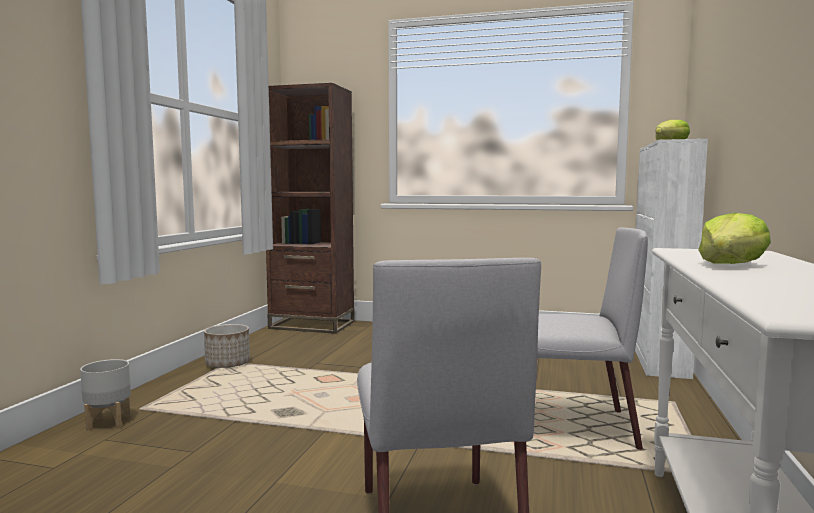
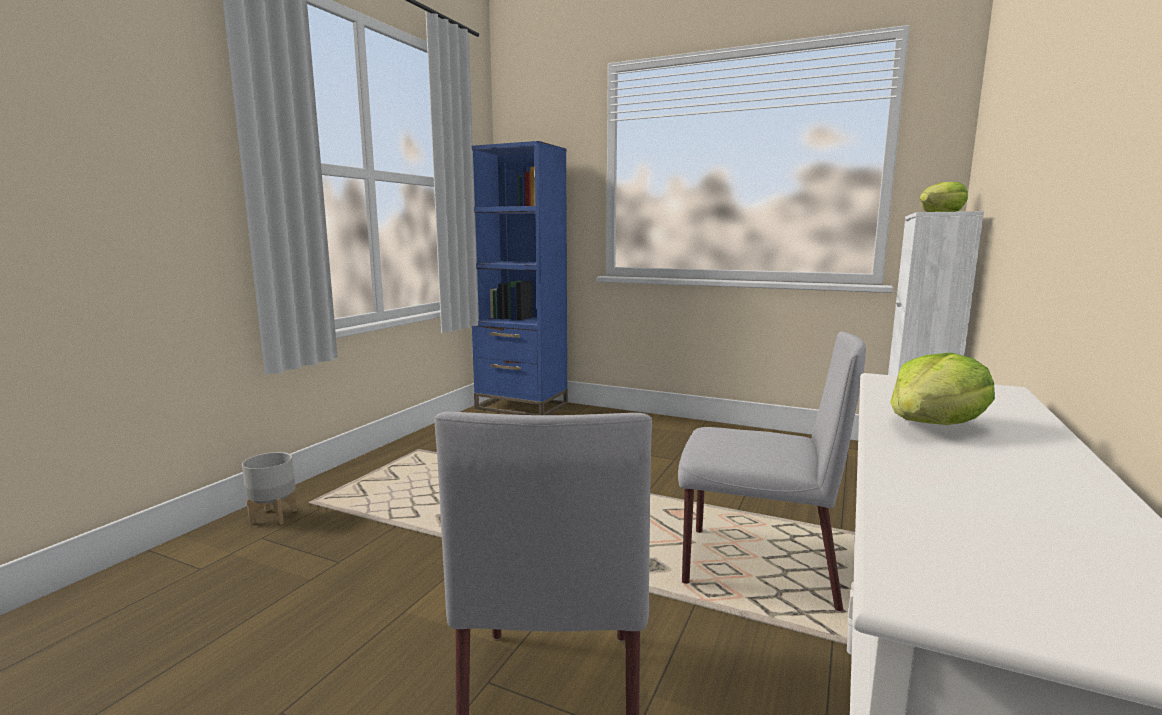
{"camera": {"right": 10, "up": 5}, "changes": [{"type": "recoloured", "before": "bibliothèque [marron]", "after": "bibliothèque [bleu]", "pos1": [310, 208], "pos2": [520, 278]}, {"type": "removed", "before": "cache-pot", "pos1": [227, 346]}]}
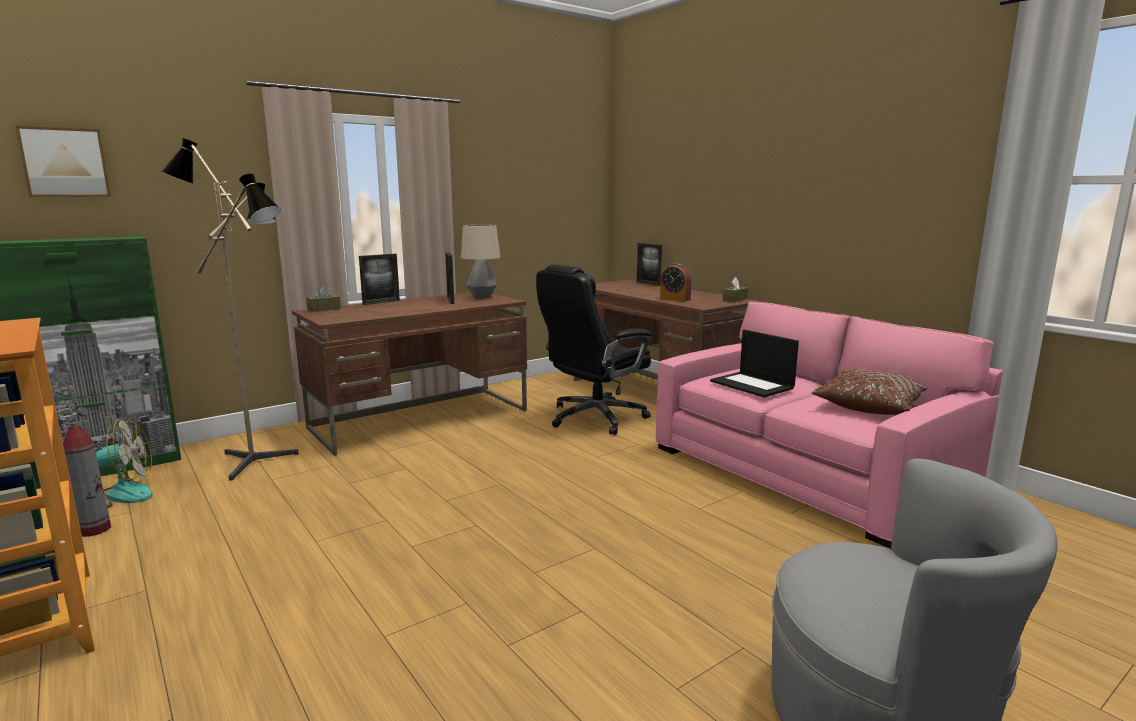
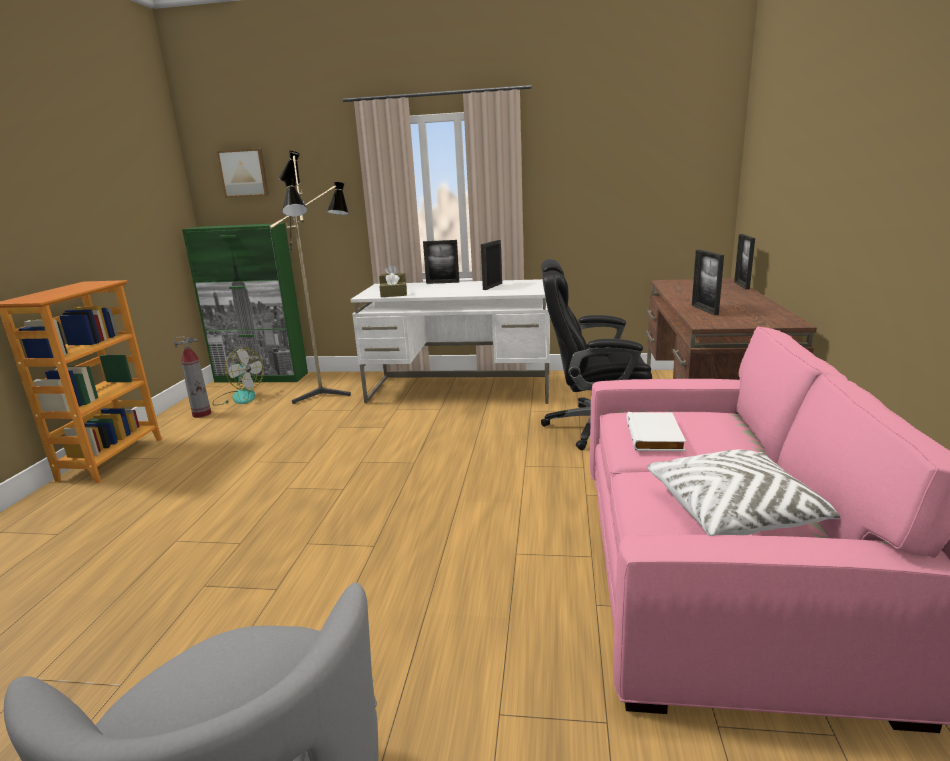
{"camera": {"right": 45, "up": 5}, "changes": [{"type": "recoloured", "before": "bureau [marron]", "after": "bureau [blanc]", "pos1": [409, 374], "pos2": [450, 341]}, {"type": "moved", "before": "boîte à mouchoirs [marron]", "pos1": [735, 289], "pos2": [393, 285]}, {"type": "replaced", "before": "ordinateur portable", "after": "livre [blanc]", "pos1": [754, 363], "pos2": [656, 431]}, {"type": "recoloured", "before": "coussin [marron]", "after": "coussin [blanc]", "pos1": [869, 392], "pos2": [743, 493]}, {"type": "replaced", "before": "réveil", "after": "cadre photo", "pos1": [676, 282], "pos2": [708, 282]}, {"type": "removed", "before": "lampe de table", "pos1": [480, 261]}]}
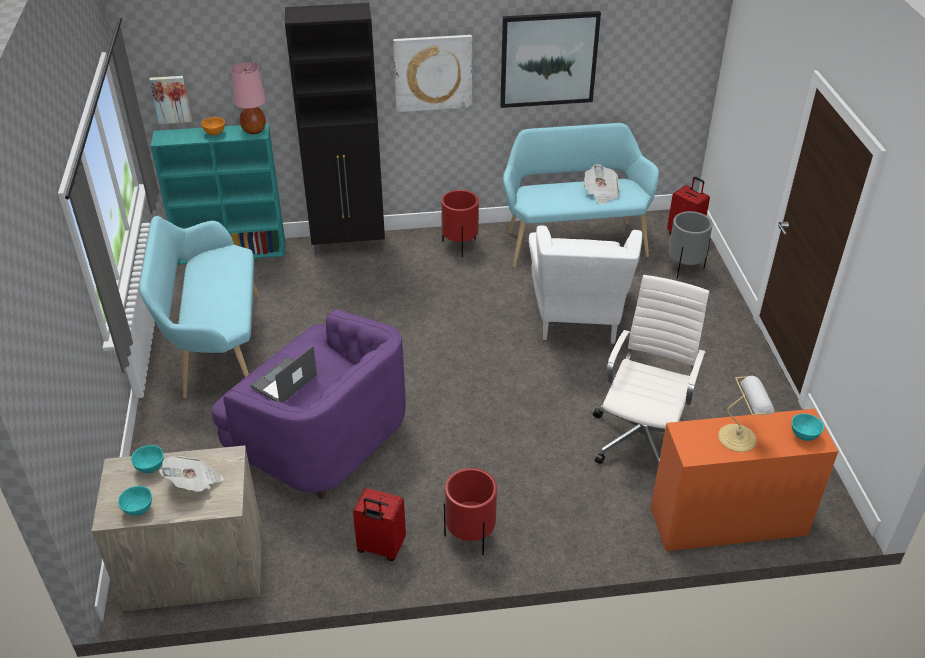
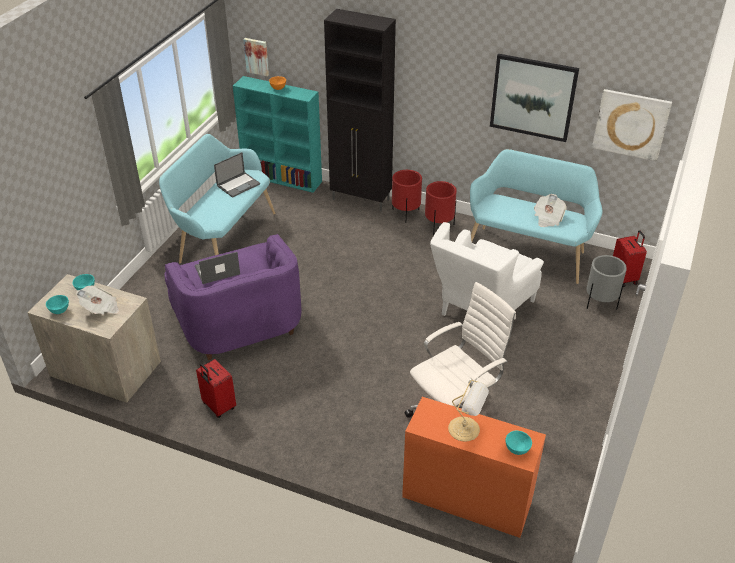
{"camera": {"right": 30, "up": 0}, "changes": [{"type": "added", "after": "ordinateur portable", "pos2": [237, 175]}, {"type": "moved", "before": "cache-pot [rouge]", "pos1": [470, 511], "pos2": [407, 194]}, {"type": "moved", "before": "tableau", "pos1": [432, 73], "pos2": [632, 125]}, {"type": "removed", "before": "lampe de table [rose]", "pos1": [249, 98]}]}
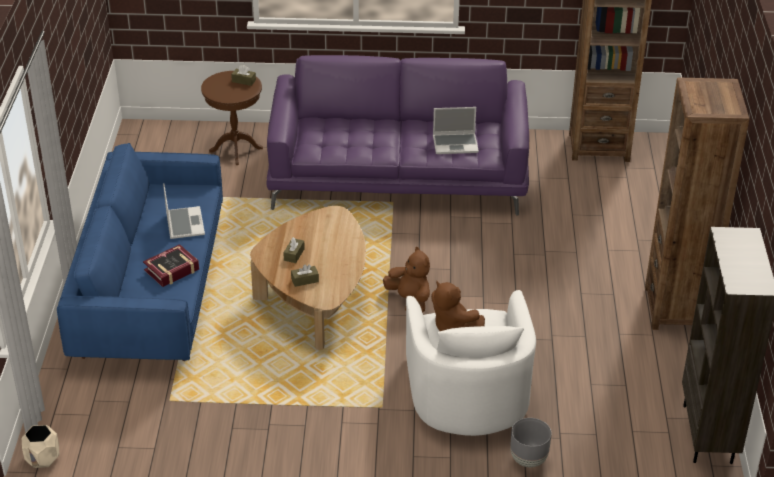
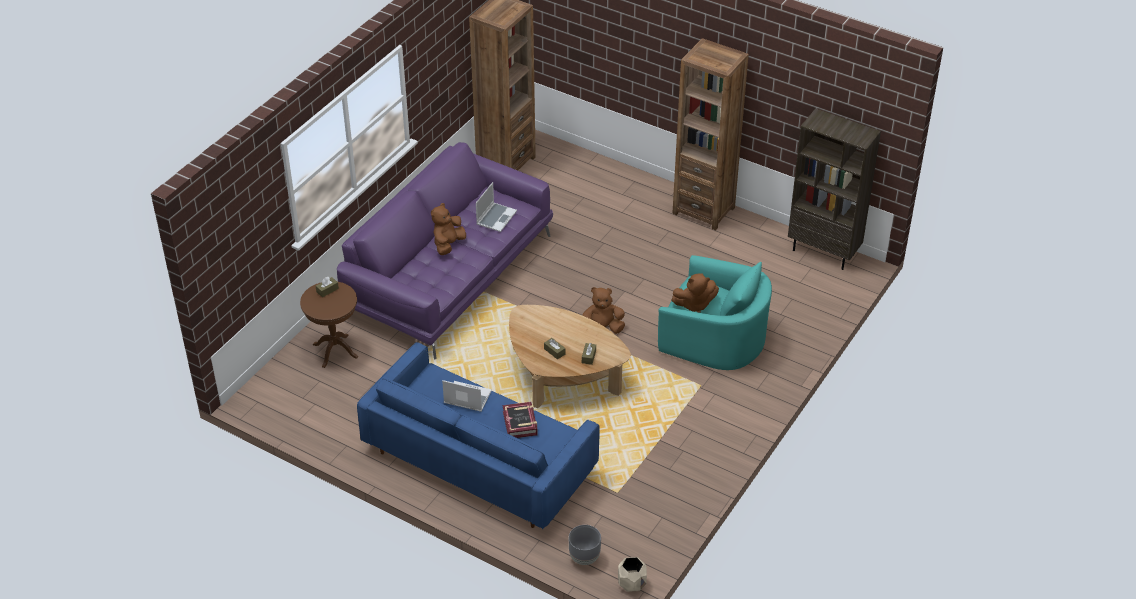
{"camera": {"right": -60, "up": 5}, "changes": [{"type": "added", "after": "peluche [marron]", "pos2": [448, 229]}, {"type": "moved", "before": "cache-pot [gris]", "pos1": [530, 442], "pos2": [585, 545]}, {"type": "recoloured", "before": "fauteuil [blanc]", "after": "fauteuil [turquoise]", "pos1": [471, 363], "pos2": [715, 312]}]}
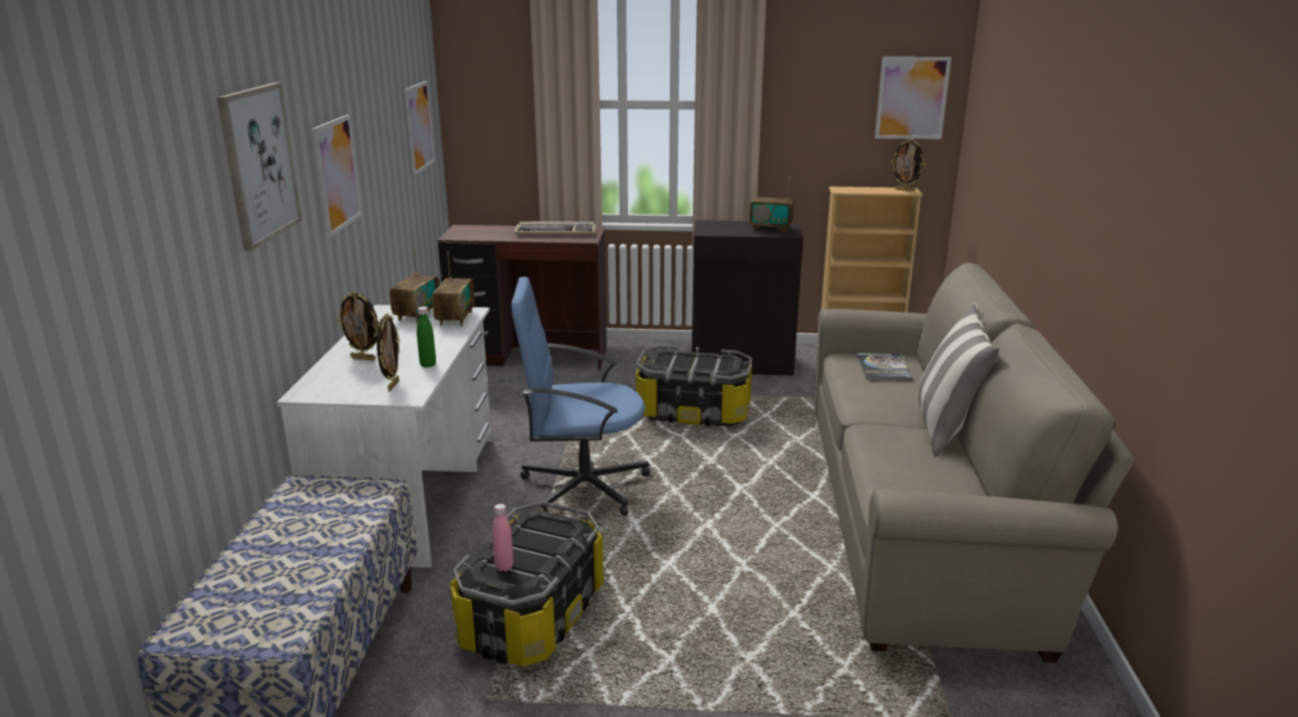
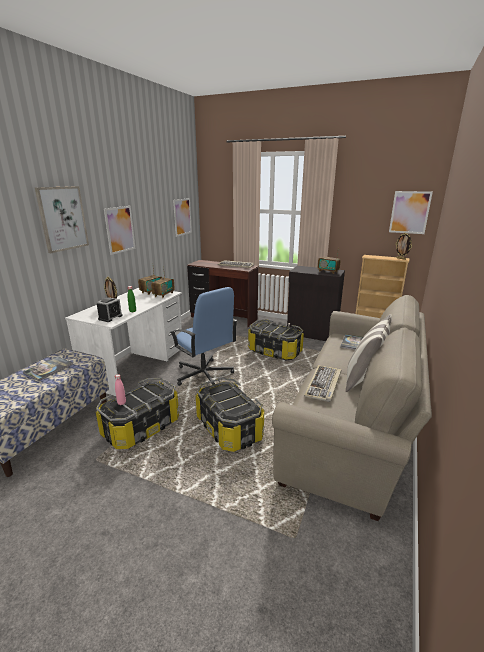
{"camera": {"right": 20, "up": 0}, "changes": [{"type": "added", "after": "livre", "pos2": [48, 368]}, {"type": "replaced", "before": "cadre photo", "after": "réveil", "pos1": [388, 352], "pos2": [109, 309]}, {"type": "turned", "before": "chaise de bureau [bleu]", "pos1": [580, 396], "pos2": [203, 336], "turn": -150}, {"type": "added", "after": "boîte de rangement", "pos2": [230, 414]}, {"type": "added", "after": "clavier", "pos2": [322, 383]}]}
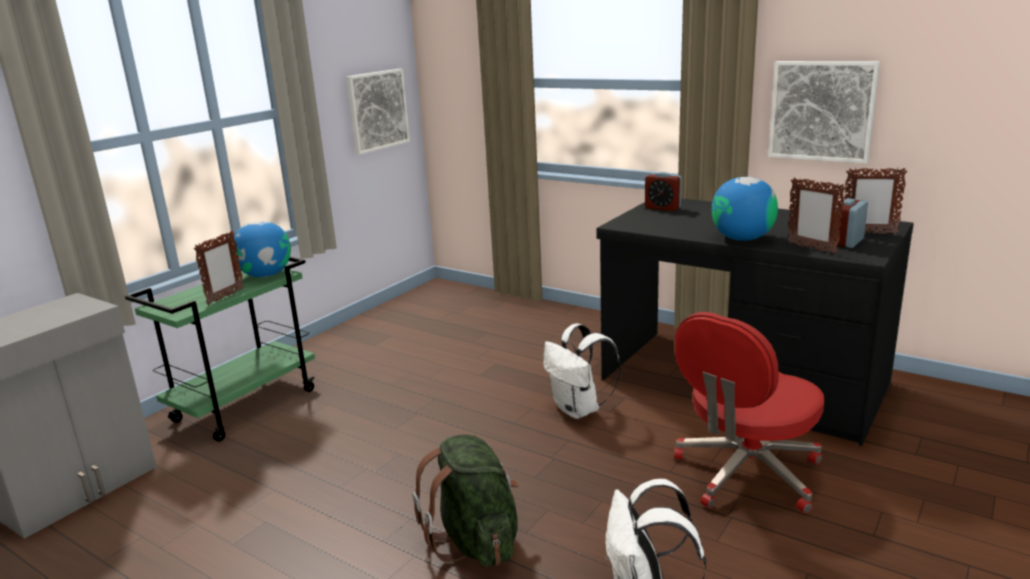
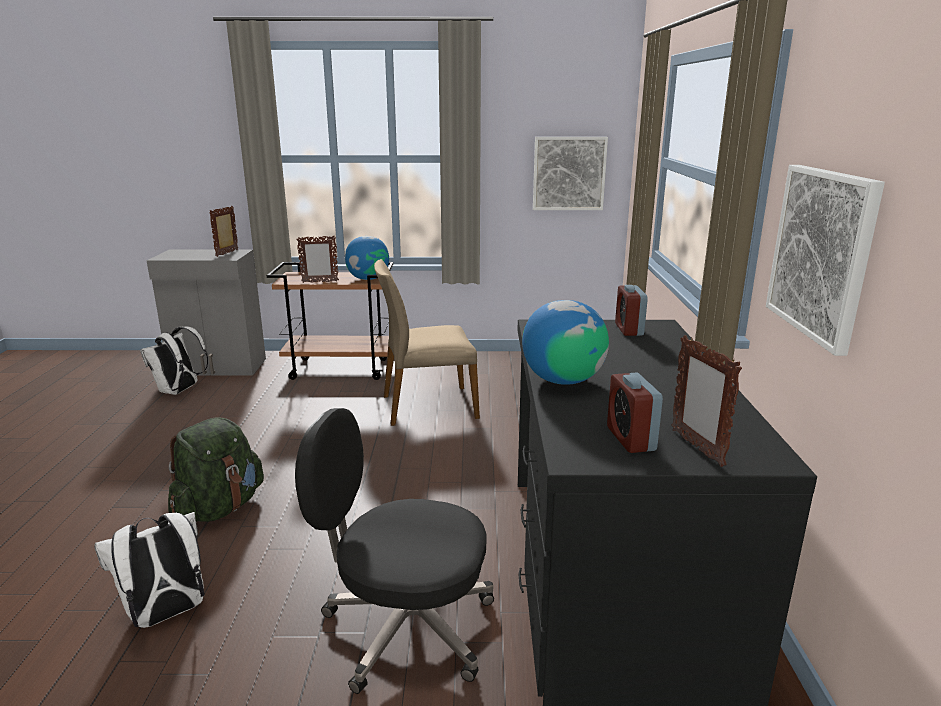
{"camera": {"right": 55, "up": 0}, "changes": [{"type": "moved", "before": "sac à dos [blanc]", "pos1": [582, 371], "pos2": [174, 360]}, {"type": "moved", "before": "cadre photo", "pos1": [816, 216], "pos2": [223, 231]}, {"type": "recoloured", "before": "chariot [vert]", "after": "chariot [marron]", "pos1": [220, 349], "pos2": [330, 321]}, {"type": "recoloured", "before": "chaise de bureau [rouge]", "after": "chaise de bureau [noir]", "pos1": [749, 413], "pos2": [394, 551]}, {"type": "added", "after": "chaise [beige]", "pos2": [427, 342]}, {"type": "turned", "before": "réveil", "pos1": [851, 223], "pos2": [635, 413], "turn": -105}]}
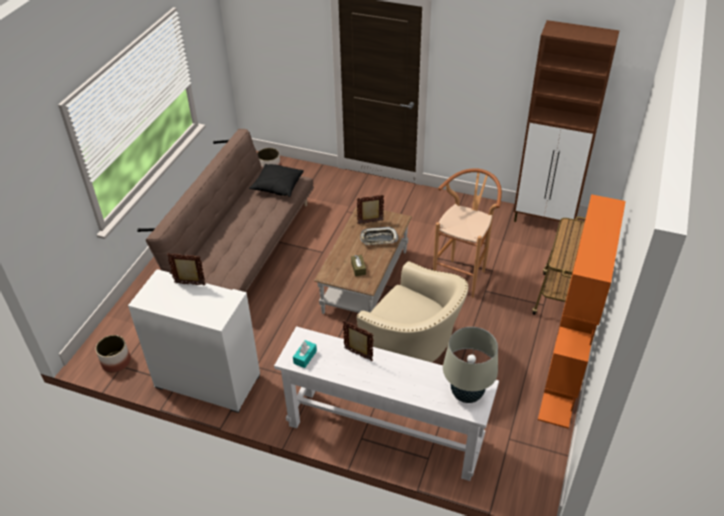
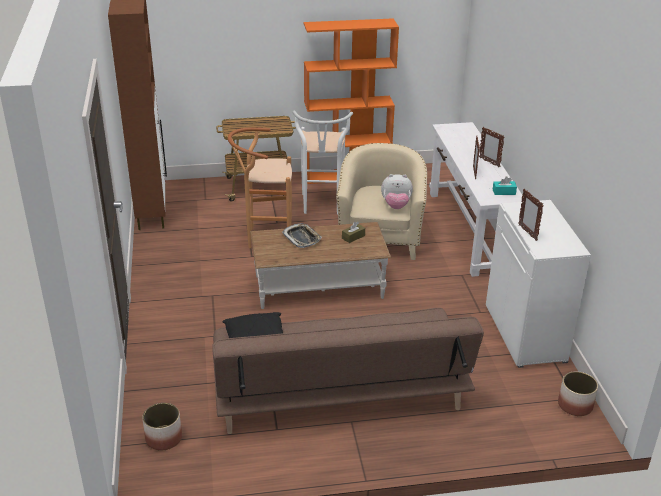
{"camera": {"right": -120, "up": -10}, "changes": [{"type": "added", "after": "tabouret [blanc]", "pos2": [323, 162]}, {"type": "added", "after": "peluche", "pos2": [397, 191]}, {"type": "moved", "before": "cadre photo", "pos1": [370, 209], "pos2": [492, 147]}, {"type": "removed", "before": "lampe de table [beige]", "pos1": [470, 365]}]}
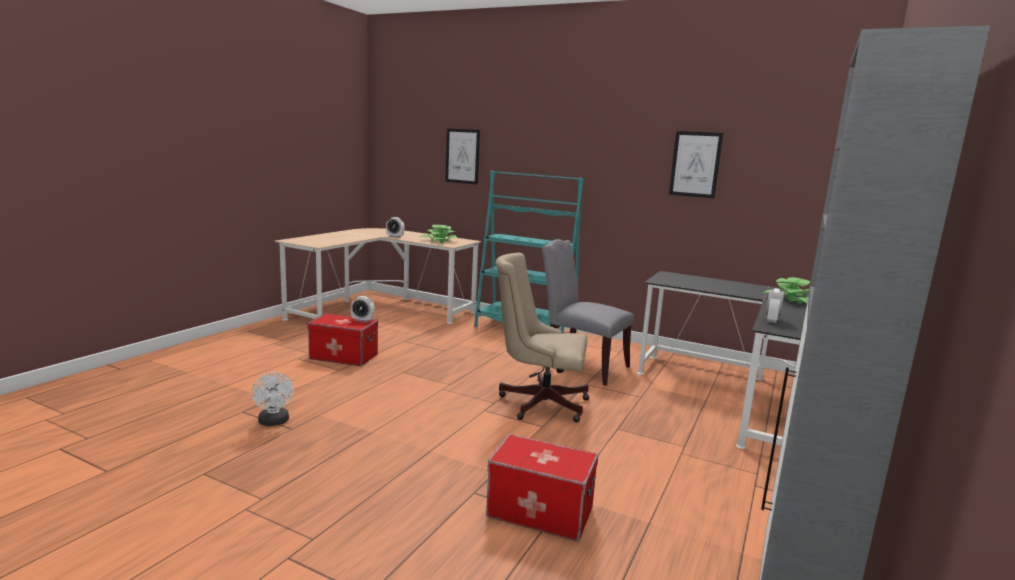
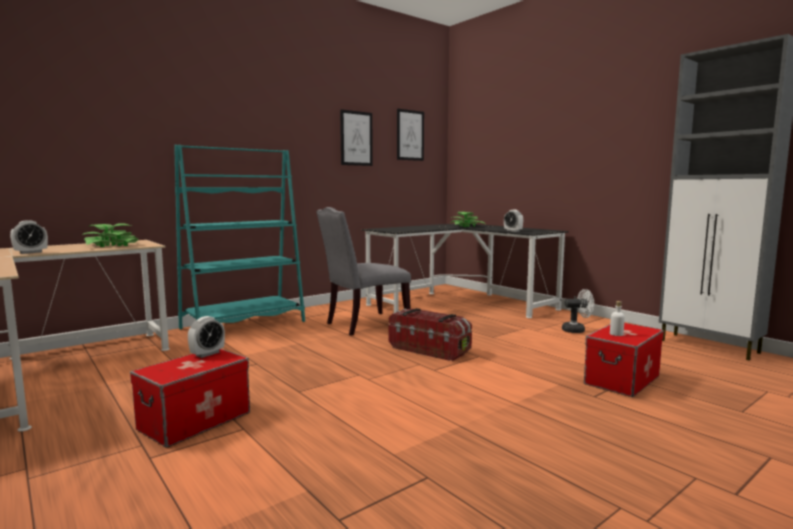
{"camera": {"right": -65, "up": -5}, "changes": [{"type": "replaced", "before": "chaise de bureau [beige]", "after": "boîte de rangement", "pos1": [542, 337], "pos2": [430, 334]}, {"type": "moved", "before": "tableau", "pos1": [462, 157], "pos2": [410, 135]}, {"type": "moved", "before": "ventilateur [blanc]", "pos1": [273, 399], "pos2": [578, 311]}, {"type": "added", "after": "bouteille [blanc]", "pos2": [617, 318]}]}
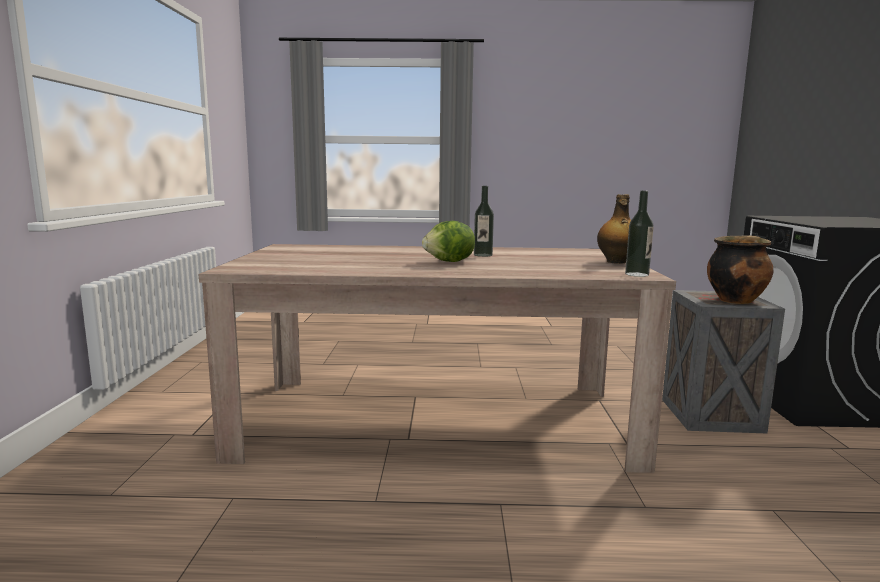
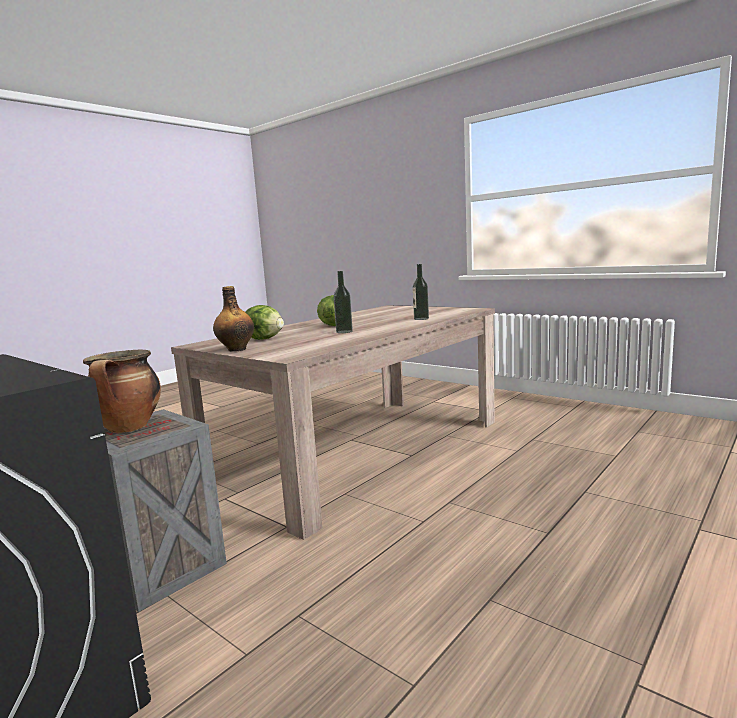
{"camera": {"right": 130, "up": 0}, "changes": [{"type": "added", "after": "laitue", "pos2": [264, 322]}, {"type": "moved", "before": "bouteille", "pos1": [639, 234], "pos2": [421, 292]}]}
